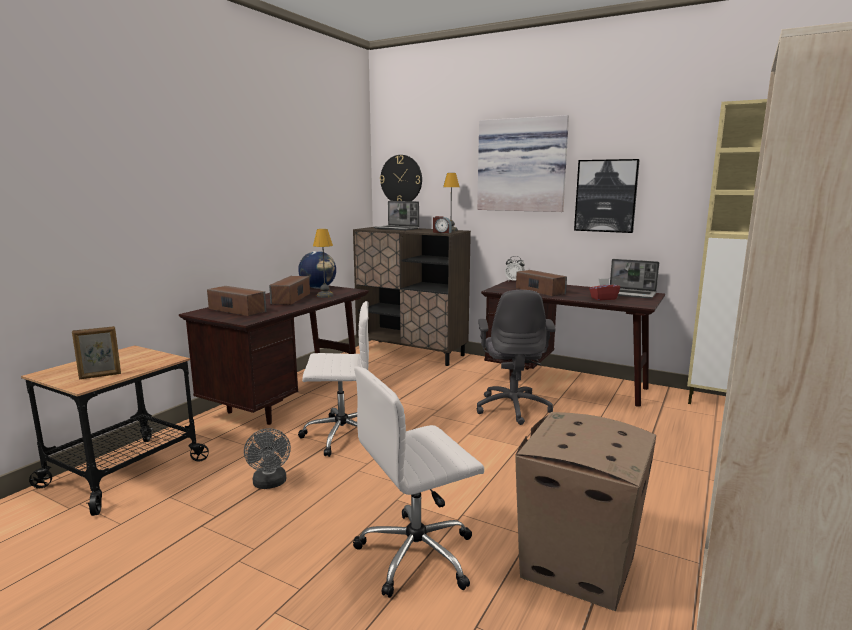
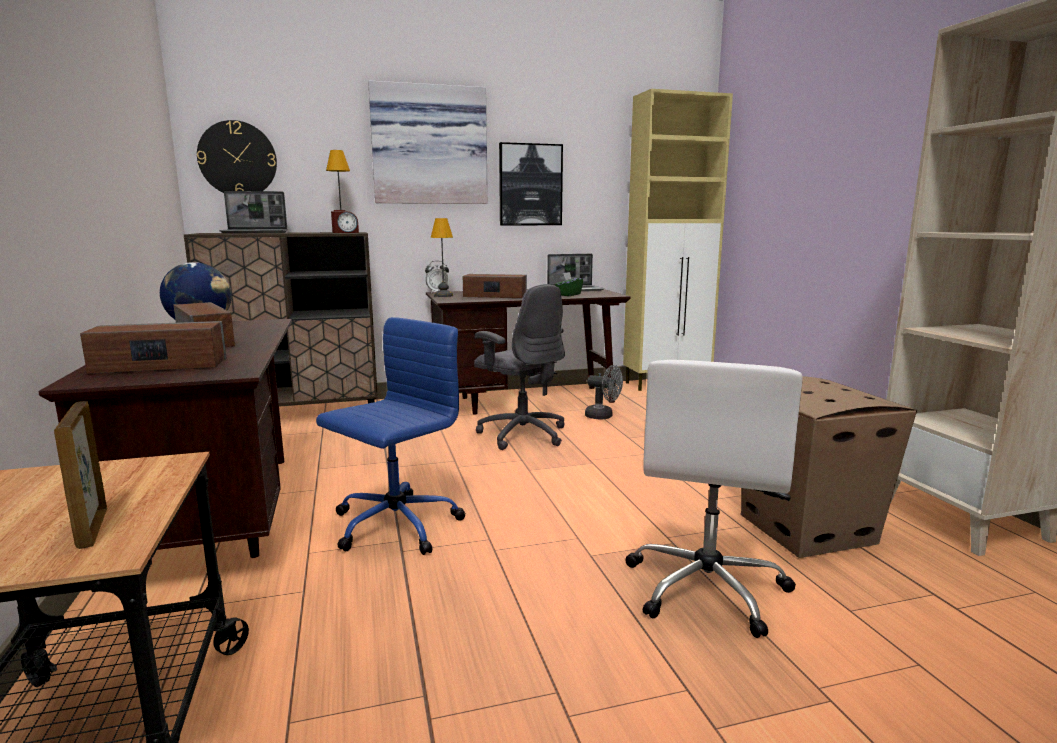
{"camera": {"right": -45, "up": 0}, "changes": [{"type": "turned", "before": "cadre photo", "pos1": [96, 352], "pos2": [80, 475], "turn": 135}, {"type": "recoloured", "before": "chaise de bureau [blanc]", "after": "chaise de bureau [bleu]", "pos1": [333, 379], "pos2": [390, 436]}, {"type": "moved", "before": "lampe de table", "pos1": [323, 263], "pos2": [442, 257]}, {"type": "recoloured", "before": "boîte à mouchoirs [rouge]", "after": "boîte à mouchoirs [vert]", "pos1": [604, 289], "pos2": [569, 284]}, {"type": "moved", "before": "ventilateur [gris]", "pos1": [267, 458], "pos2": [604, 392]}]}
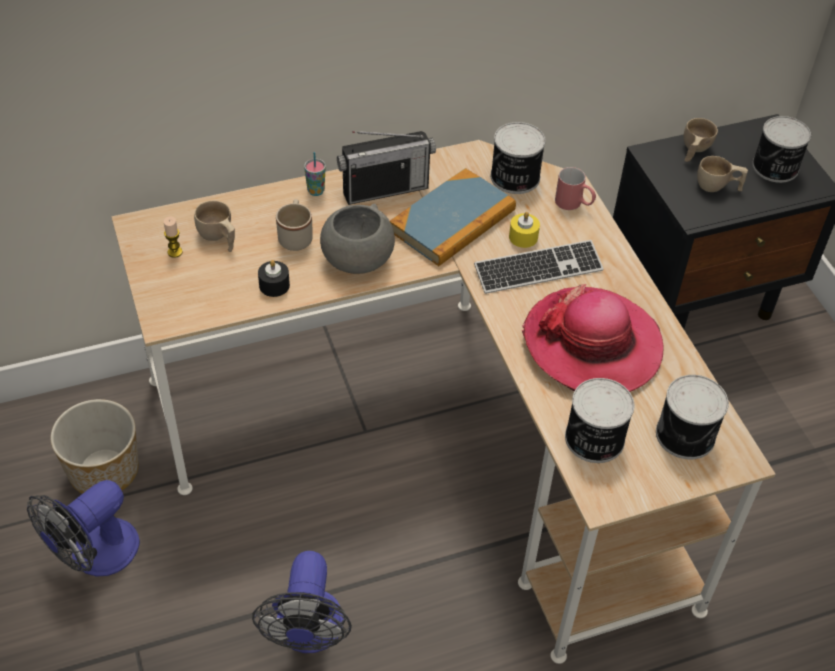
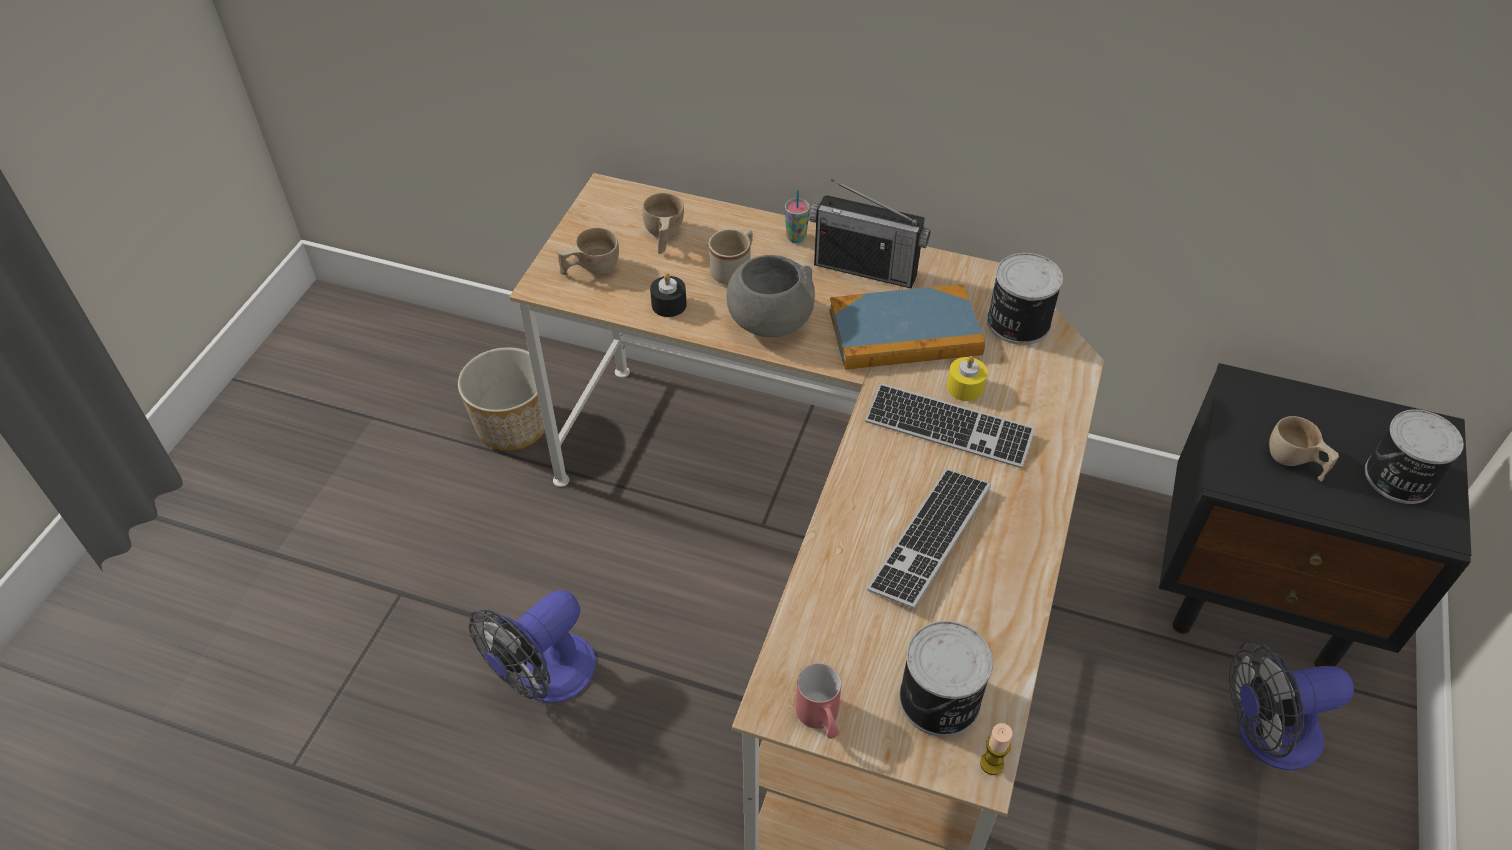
{"camera": {"right": 40, "up": 0}, "changes": [{"type": "moved", "before": "tasse [beige]", "pos1": [700, 140], "pos2": [588, 251]}, {"type": "moved", "before": "mug [rouge]", "pos1": [575, 188], "pos2": [818, 701]}, {"type": "replaced", "before": "chapeau", "after": "clavier", "pos1": [592, 338], "pos2": [929, 539]}, {"type": "moved", "before": "bougie", "pos1": [173, 237], "pos2": [996, 749]}, {"type": "moved", "before": "ventilateur", "pos1": [83, 528], "pos2": [1291, 705]}, {"type": "removed", "before": "boîte métallique", "pos1": [599, 420]}]}
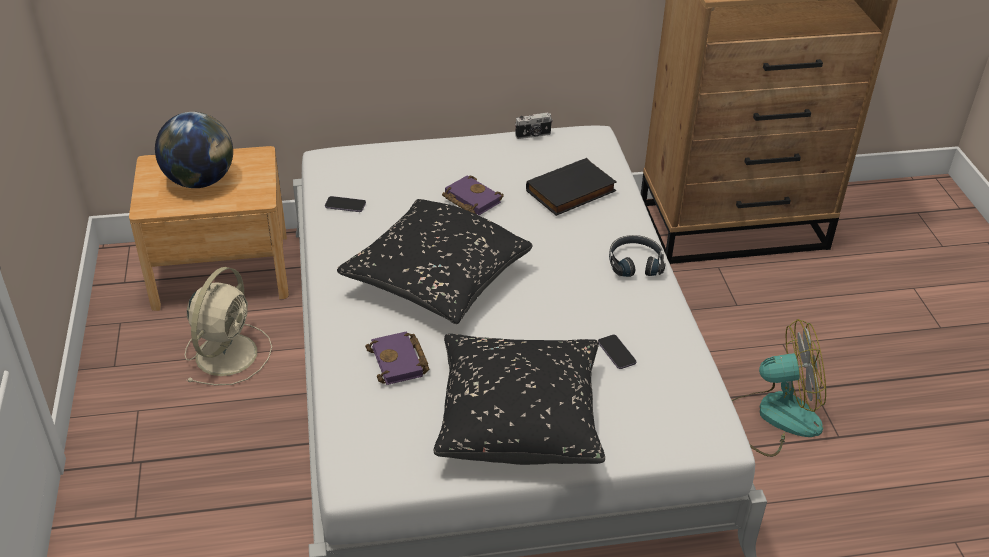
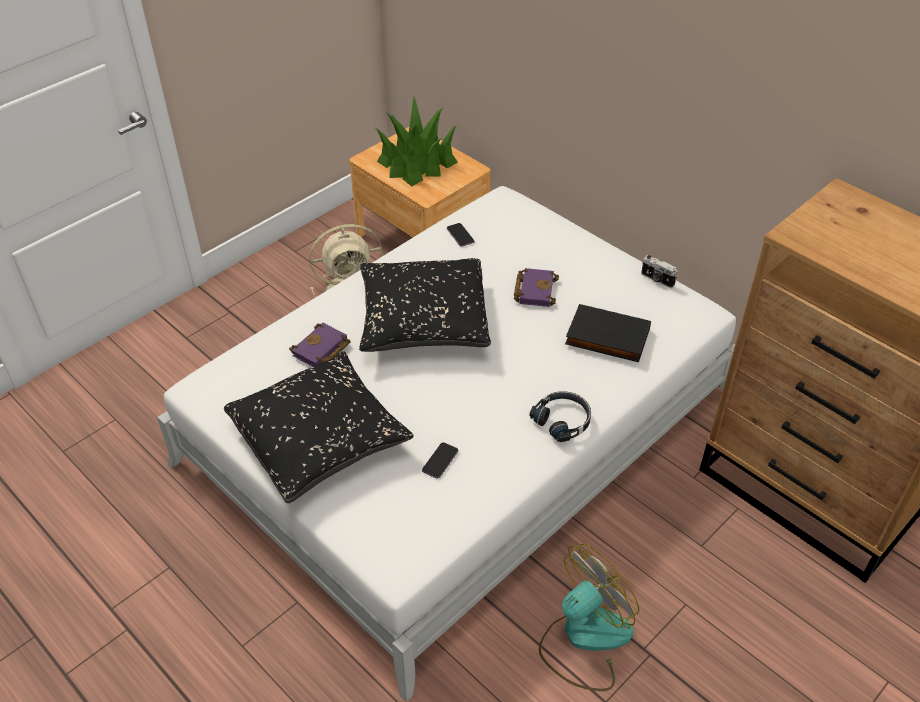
{"camera": {"right": 55, "up": 5}, "changes": [{"type": "replaced", "before": "globe", "after": "plante en pot", "pos1": [194, 150], "pos2": [417, 141]}, {"type": "turned", "before": "ventilateur", "pos1": [779, 388], "pos2": [589, 617], "turn": -90}]}
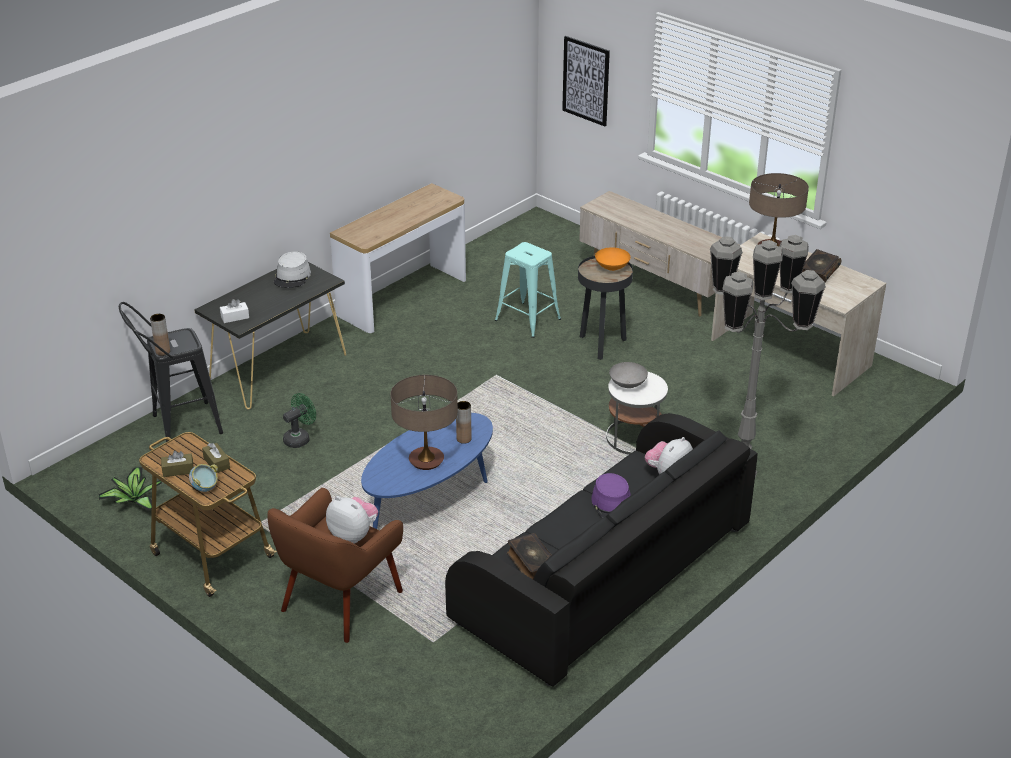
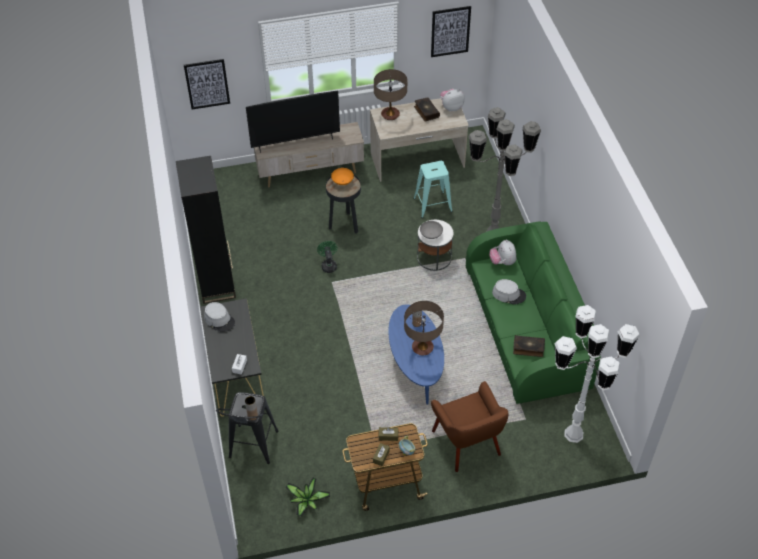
{"camera": {"right": -55, "up": 15}, "changes": [{"type": "replaced", "before": "table console", "after": "bibliothèque [noir]", "pos1": [398, 258], "pos2": [206, 230]}, {"type": "added", "after": "téléviseur", "pos2": [293, 122]}, {"type": "moved", "before": "ventilateur [vert]", "pos1": [299, 420], "pos2": [327, 257]}, {"type": "moved", "before": "tabouret [turquoise]", "pos1": [528, 290], "pos2": [433, 189]}, {"type": "added", "after": "tableau", "pos2": [451, 31]}, {"type": "moved", "before": "peluche", "pos1": [352, 520], "pos2": [452, 100]}, {"type": "recoloured", "before": "canapé [noir]", "after": "canapé [vert]", "pos1": [601, 550], "pos2": [533, 312]}, {"type": "recoloured", "before": "chapeau [violet]", "after": "chapeau [gris]", "pos1": [611, 495], "pos2": [509, 291]}, {"type": "added", "after": "lampadaire [blanc]", "pos2": [597, 374]}]}
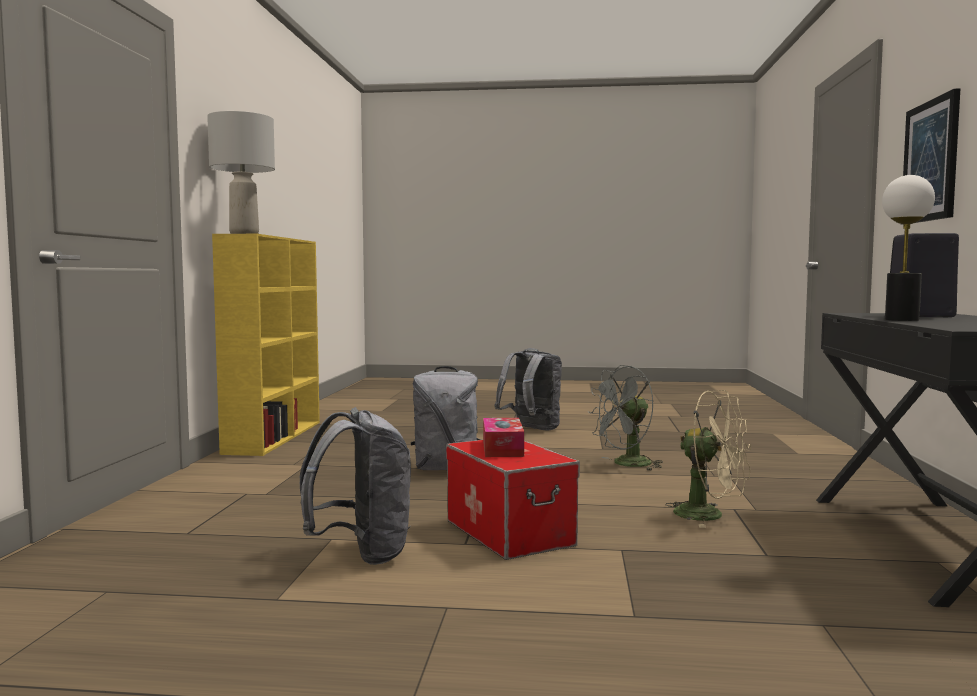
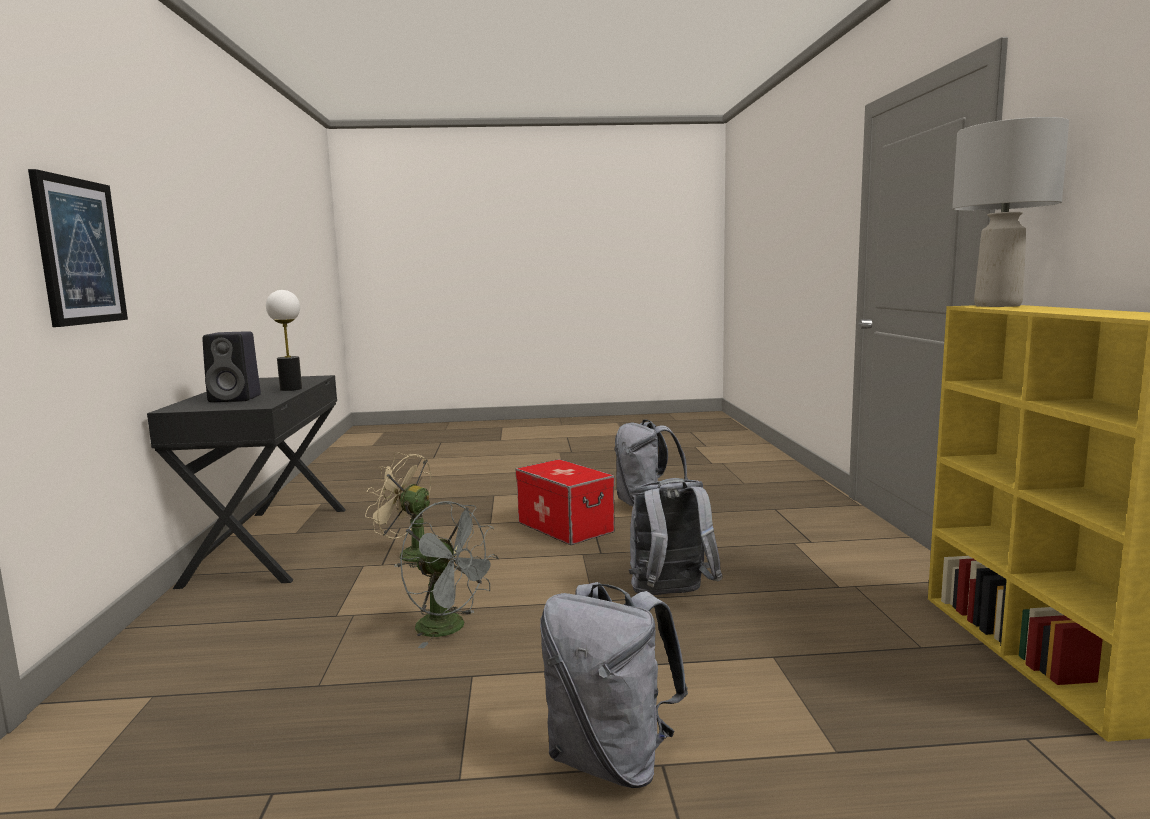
{"camera": {"right": 170, "up": 5}, "changes": [{"type": "turned", "before": "ventilateur [gris]", "pos1": [625, 418], "pos2": [449, 574], "turn": 75}, {"type": "removed", "before": "boîte à mouchoirs", "pos1": [503, 437]}]}
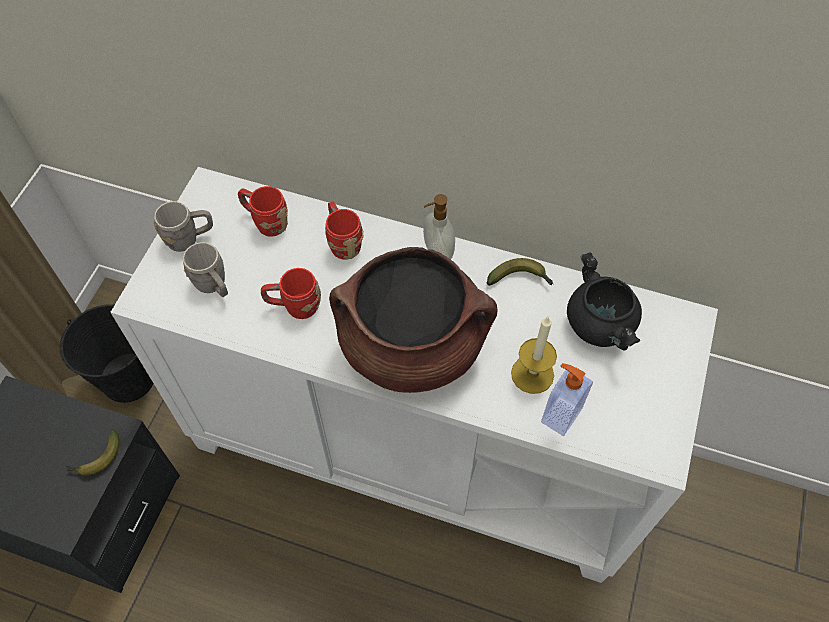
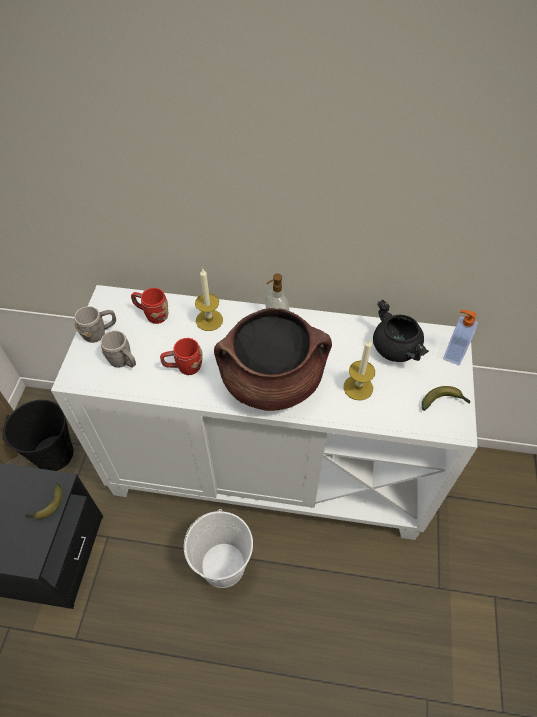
{"camera": {"right": -10, "up": -5}, "changes": [{"type": "added", "after": "seau [blanc]", "pos2": [218, 548]}, {"type": "replaced", "before": "mug [rouge]", "after": "bougie", "pos1": [344, 231], "pos2": [209, 300]}, {"type": "moved", "before": "banane", "pos1": [520, 272], "pos2": [446, 398]}, {"type": "moved", "before": "distributeur de savon", "pos1": [567, 399], "pos2": [460, 337]}]}
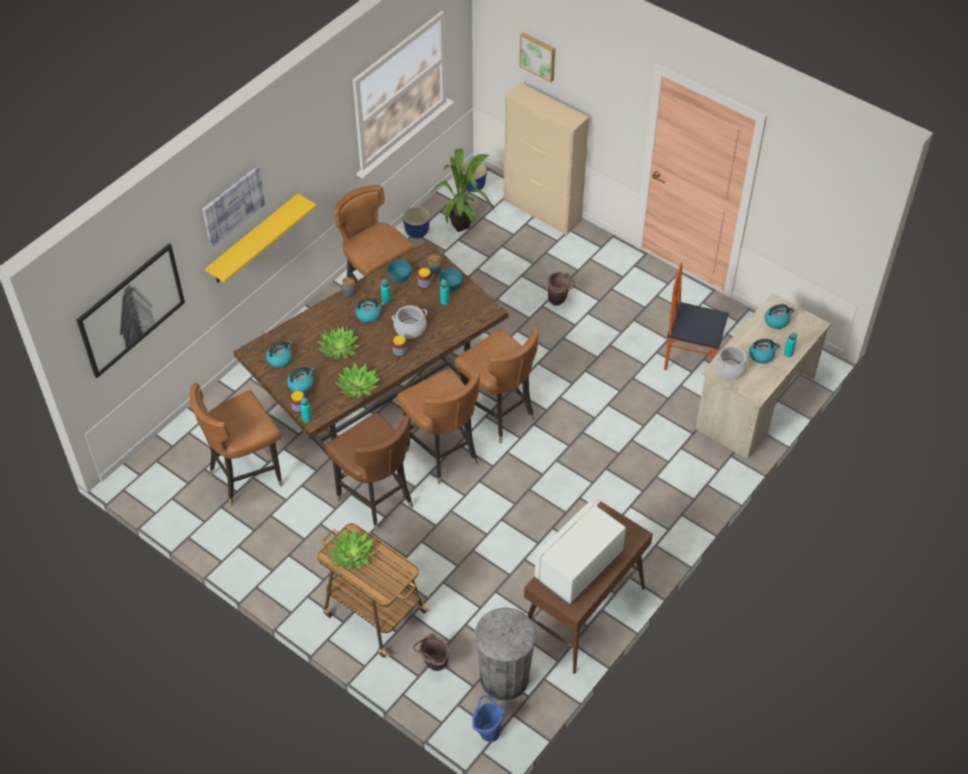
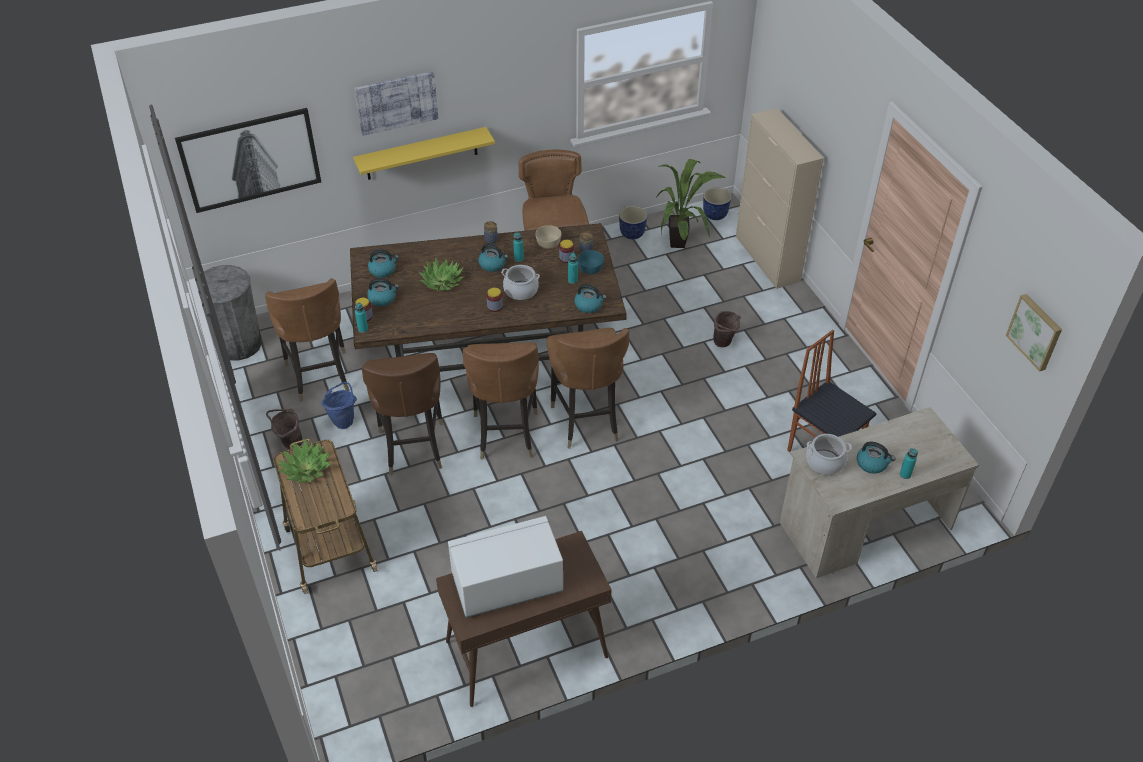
{"camera": {"right": 30, "up": -5}, "changes": [{"type": "moved", "before": "poubelle [gris]", "pos1": [505, 654], "pos2": [233, 312]}, {"type": "turned", "before": "chaise [marron]", "pos1": [236, 444], "pos2": [307, 340], "turn": -105}, {"type": "moved", "before": "seau [marron]", "pos1": [431, 652], "pos2": [284, 428]}, {"type": "moved", "before": "seau [bleu]", "pos1": [488, 718], "pos2": [339, 405]}, {"type": "recoloured", "before": "bol [turquoise]", "after": "bol [beige]", "pos1": [399, 271], "pos2": [548, 237]}, {"type": "moved", "before": "bouilloire", "pos1": [780, 316], "pos2": [590, 298]}, {"type": "moved", "before": "tableau", "pos1": [537, 57], "pos2": [1034, 332]}, {"type": "removed", "before": "plante en pot", "pos1": [357, 380]}]}
